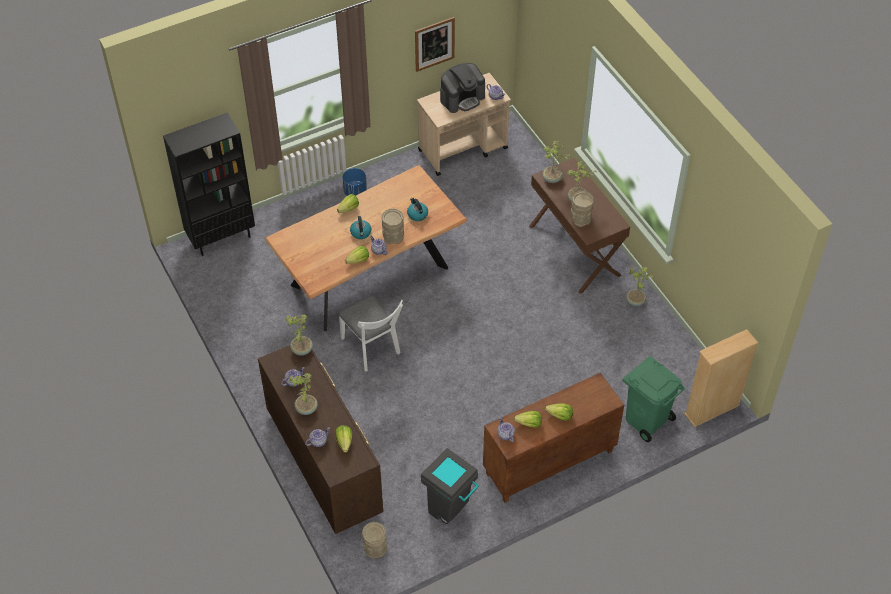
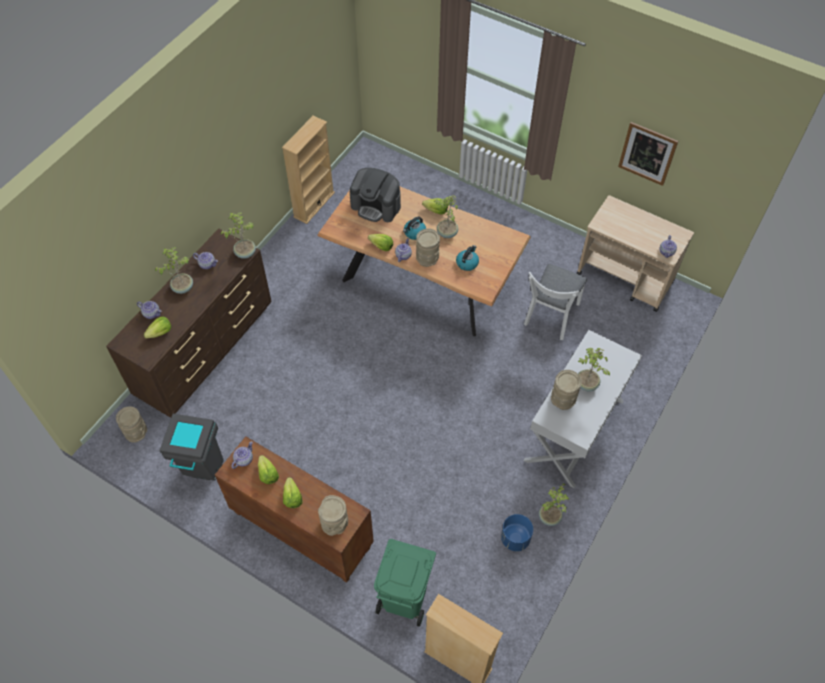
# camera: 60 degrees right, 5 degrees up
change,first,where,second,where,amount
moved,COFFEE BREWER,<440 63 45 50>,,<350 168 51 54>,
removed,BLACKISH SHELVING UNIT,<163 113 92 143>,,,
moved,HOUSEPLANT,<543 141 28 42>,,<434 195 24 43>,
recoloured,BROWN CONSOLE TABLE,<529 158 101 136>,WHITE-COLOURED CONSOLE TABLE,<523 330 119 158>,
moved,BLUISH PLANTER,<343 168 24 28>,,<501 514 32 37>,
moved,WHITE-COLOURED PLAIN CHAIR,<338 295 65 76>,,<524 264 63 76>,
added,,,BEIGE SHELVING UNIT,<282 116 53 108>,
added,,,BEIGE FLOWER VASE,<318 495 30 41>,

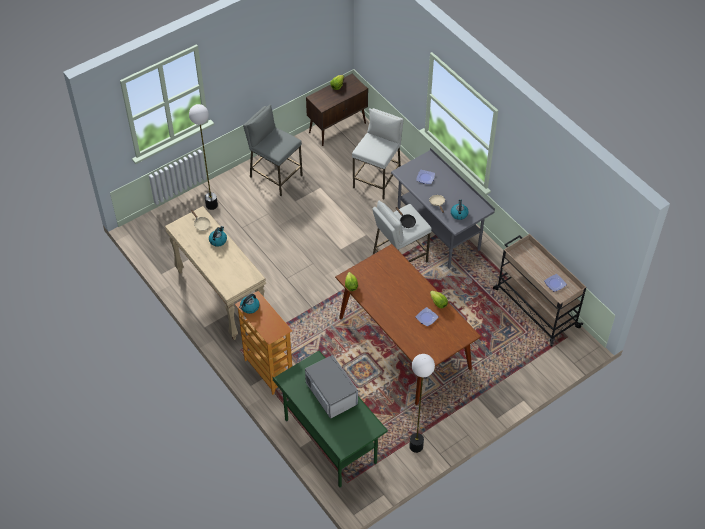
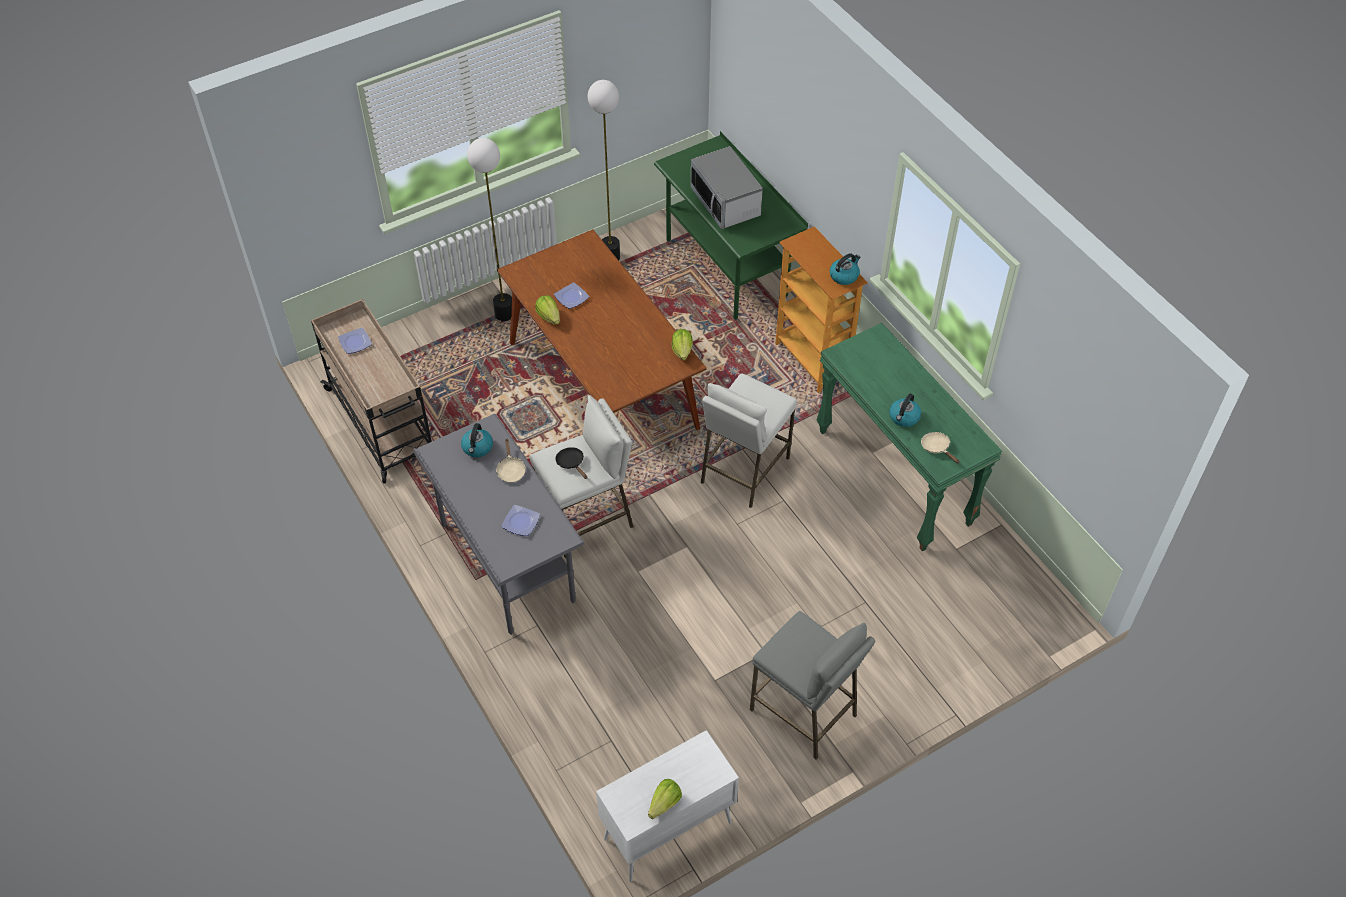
# camera: 175 degrees left, 0 degrees up
change,first,where,second,where,amount
recoloured,BROWN STORAGE CABINET,<306 74 62 72>,WHITE-COLOURED STORAGE CABINET,<596 730 143 152>,
moved,STANDARD LAMP,<189 104 29 106>,,<467 138 45 183>,
moved,WHITE-COLOURED STOOL,<352 108 52 92>,,<701 373 96 135>,
recoloured,BEIGE CONSOLE TABLE,<165 206 101 134>,GREEN CONSOLE TABLE,<817 323 185 229>,

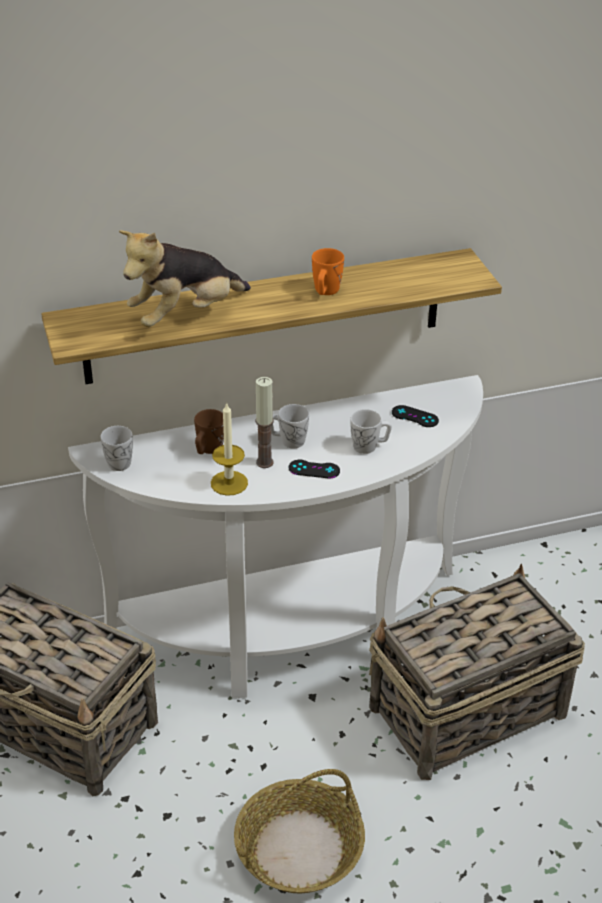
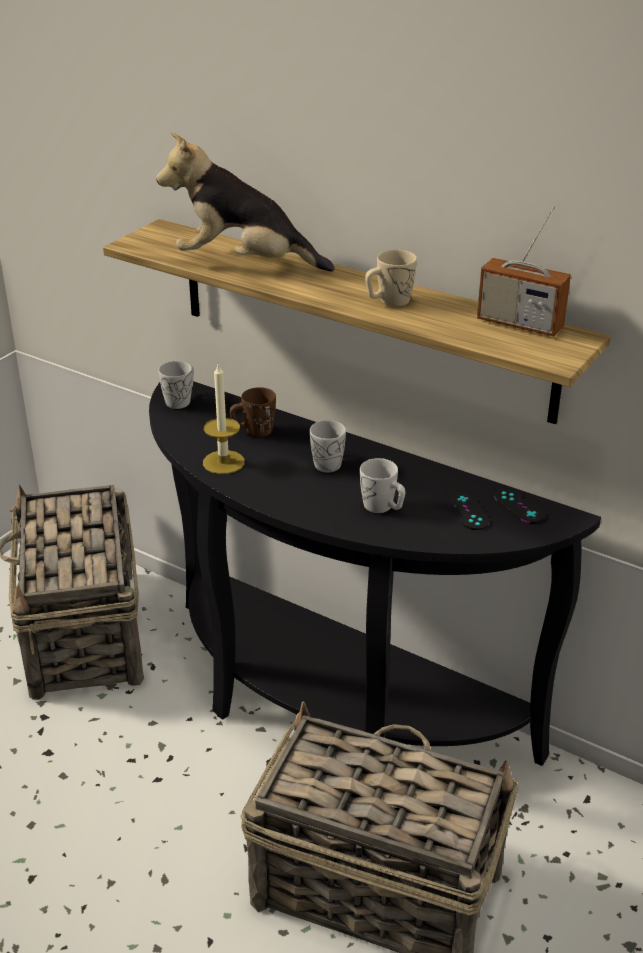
# camera: 50 degrees right, 5 degrees down
change,first,where,second,where,amount
recoloured,ORANGEY COFFEE MUG,<312 248 32 47>,BEIGE COFFEE MUG,<365 250 52 56>,
recoloured,WHITE-COLOURED CONSOLE TABLE,<68 375 415 324>,BLACKISH CONSOLE TABLE,<149 381 452 385>,
removed,CANDLE,<255 377 19 91>,,,
moved,BLACKISH JOYPAD,<289 460 51 18>,,<494 488 51 35>,
removed,BASKET,<234 769 131 125>,,,
added,,,RADIO RECEIVER,<477 206 94 130>,

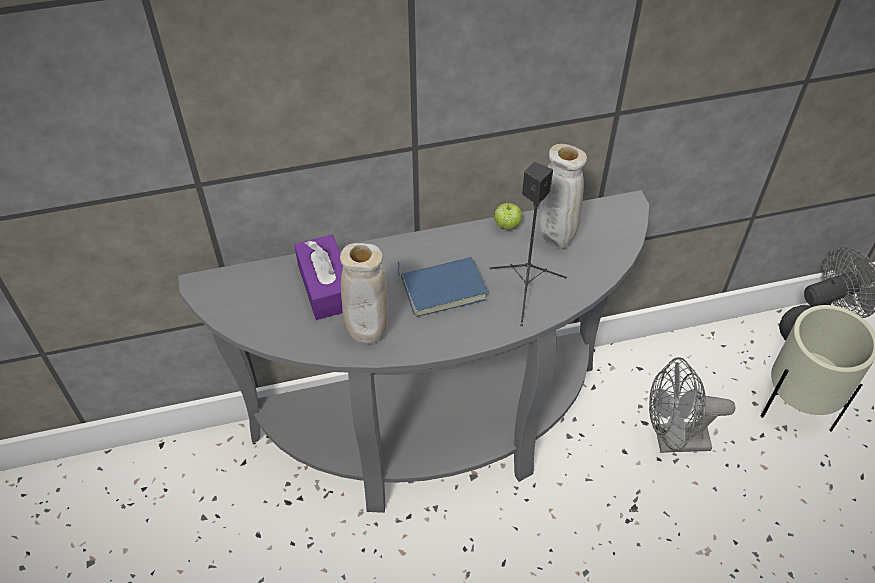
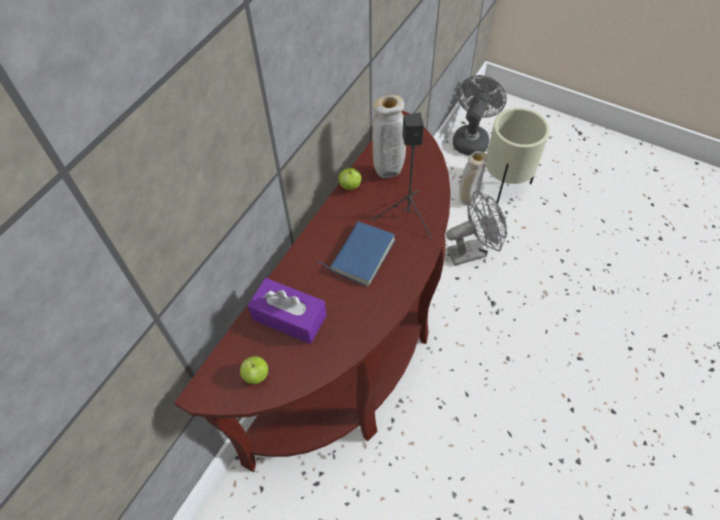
# camera: 45 degrees left, 5 degrees up
change,first,where,second,where,amount
recoloured,GREY CONSOLE TABLE,<178 190 472 323>,BROWN CONSOLE TABLE,<174 111 277 361>,
moved,BEIGE FLOWER VASE,<340 243 48 101>,,<459 151 28 54>,
turned,GREY COOLING FAN,<649 357 86 96>,,<446 190 61 76>,150 degrees counterclockwise
added,,,APPLE,<240 356 28 28>,

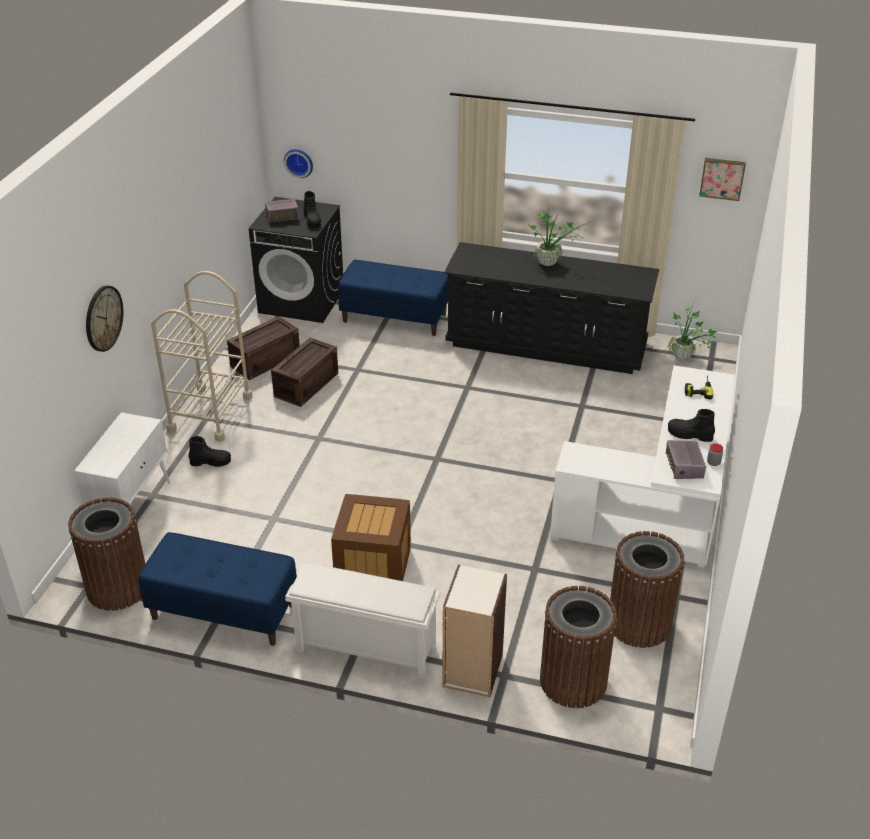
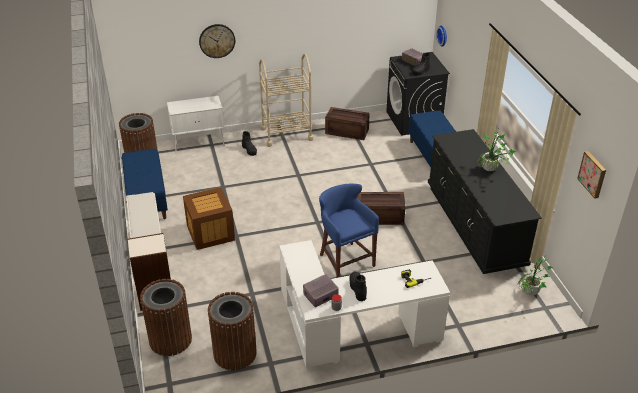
# camera: 60 degrees right, 0 degrees up
change,first,where,second,where,amount
moved,PACKING CRATE,<271 338 67 69>,,<358 192 48 33>,
added,,,BLUISH STOOL,<319 184 60 94>,

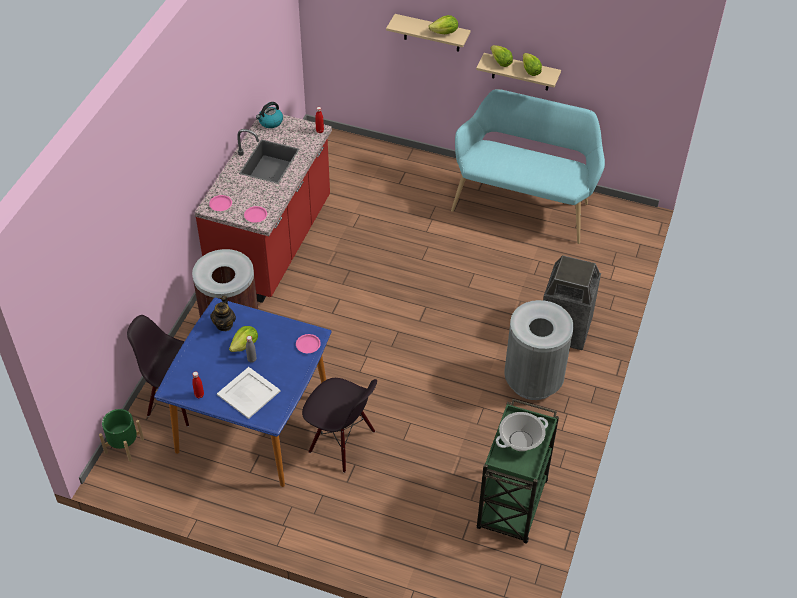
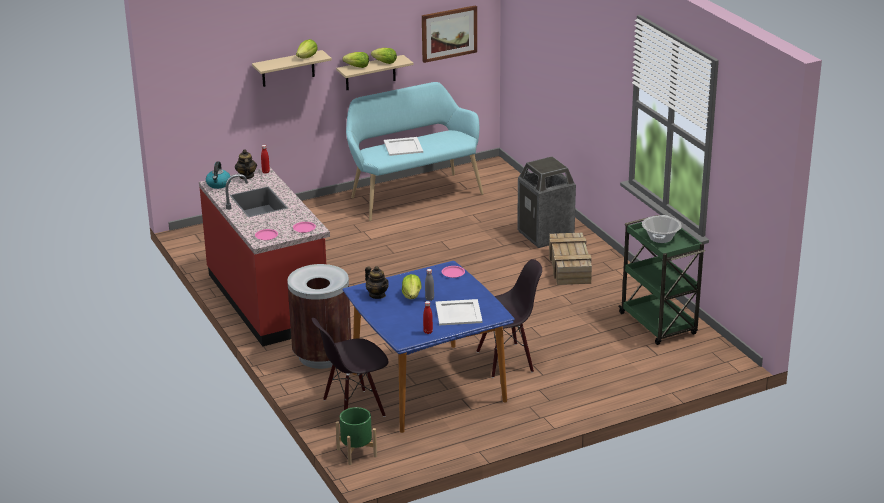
# camera: 45 degrees left, 20 degrees down
change,first,where,second,where,amount
replaced,GREY WASTE BIN,<504 300 70 100>,PACKING CRATE,<549 233 43 52>,
added,,,WALL PICTURE,<422 5 55 58>,
added,,,WHITE-COLOURED SERVING TRAY,<384 137 39 19>,
added,,,POT FOR TEA,<235 149 22 30>,

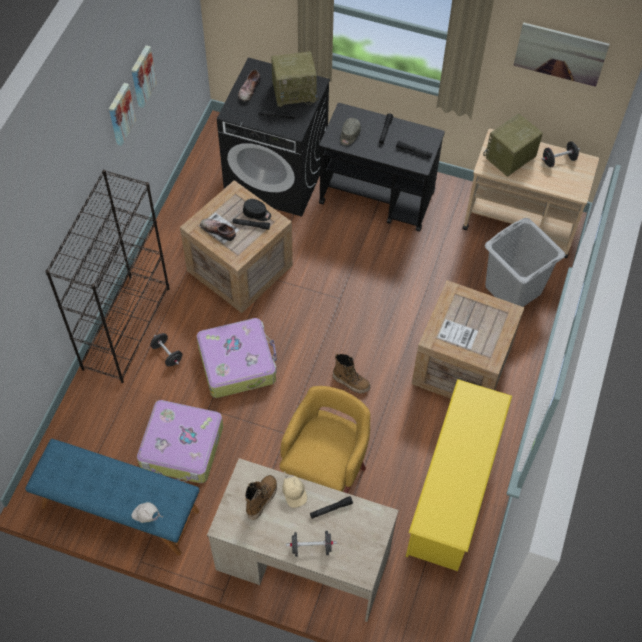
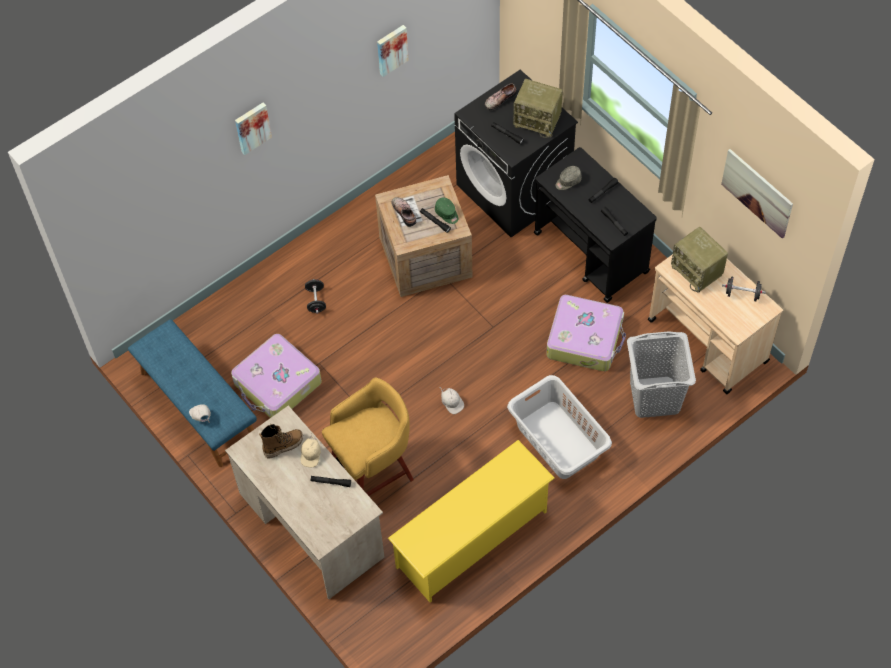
# camera: 35 degrees right, 0 degrees up
change,first,where,second,where,amount
moved,WALL PICTURE,<109 83 27 63>,,<235 103 37 52>,
turned,RADIO RECEIVER,<483 113 60 64>,,<671 227 57 65>,120 degrees counterclockwise
removed,BLACKISH SHELVING UNIT,<45 170 125 213>,,,
recoloured,BLACKISH CAP,<243 199 28 22>,GREEN CAP,<435 198 23 26>,
replaced,PACKING CRATE,<412 280 113 119>,GREY HAMPER,<507 375 105 104>,
moved,PIECE OF LUGGAGE,<197 318 80 80>,,<546 295 80 76>,
replaced,BOOT,<333 353 37 40>,WHITE-COLOURED CAP,<439 387 25 27>,
removed,BLACKISH DUMBBELL,<286 531 51 26>,,,

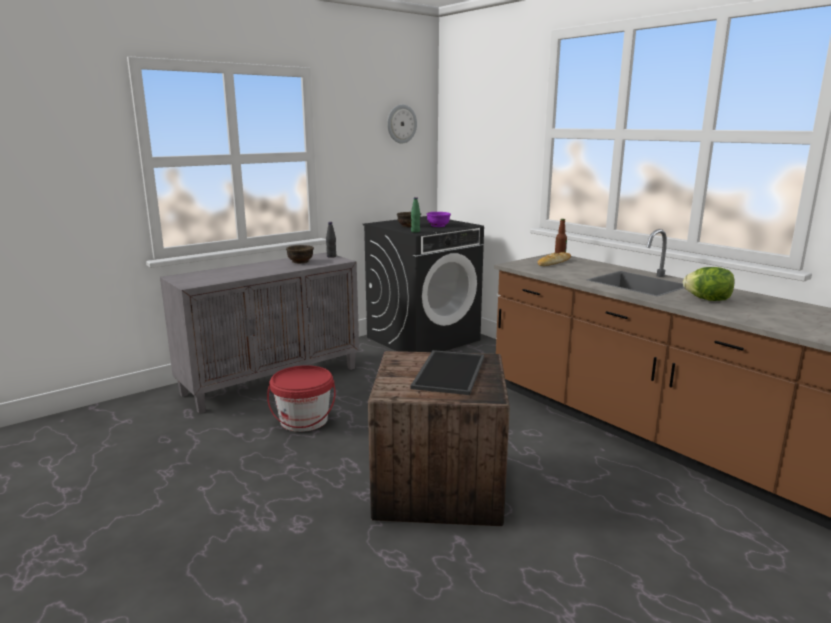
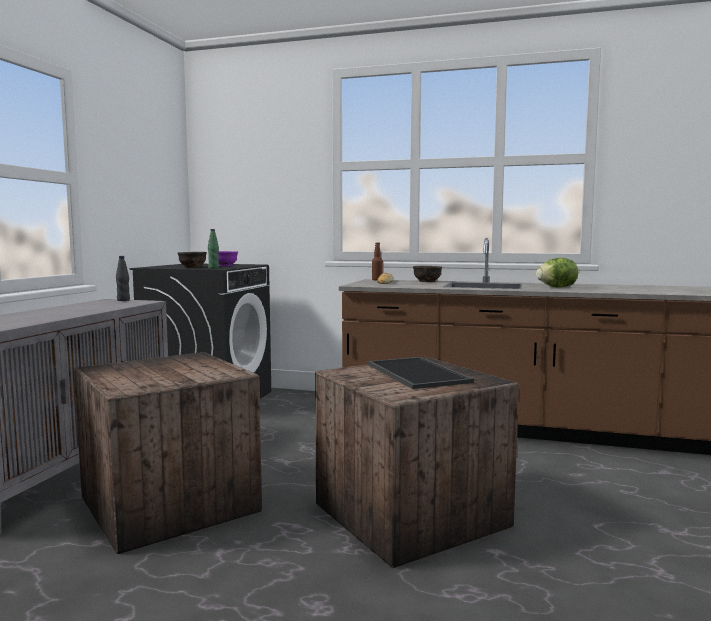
# camera: 35 degrees left, 10 degrees down
change,first,where,second,where,amount
removed,CLOCK ON THE WALL,<387 104 30 39>,,,
moved,BROWN SERVING BOWL,<286 245 28 18>,,<413 266 29 16>,
replaced,RED-COLOURED WATER BUCKET,<267 365 68 67>,PACKING CRATE,<74 352 188 202>,

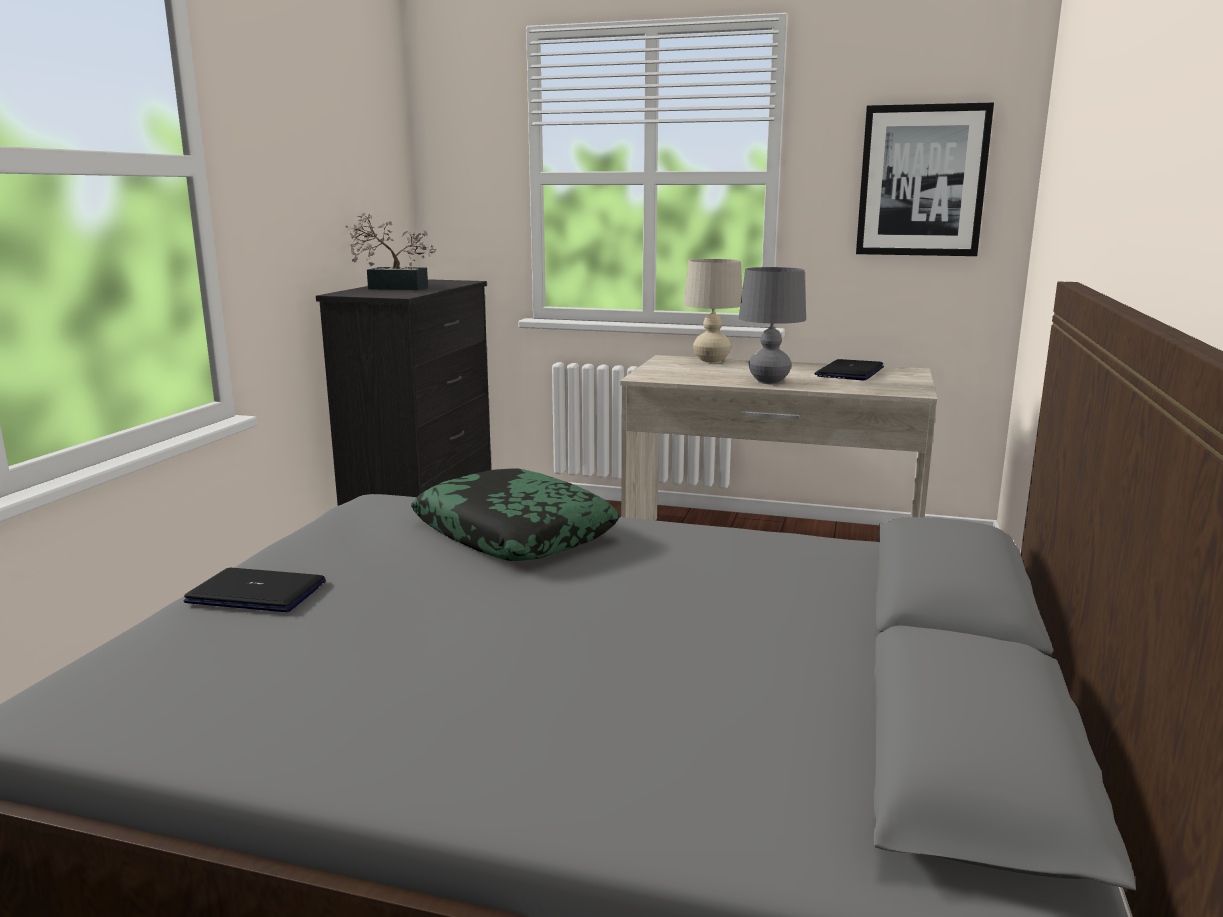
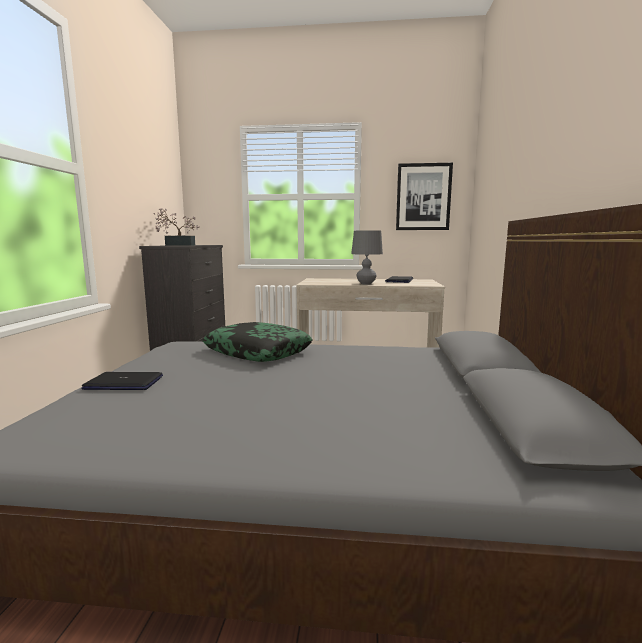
# camera: 10 degrees left, 5 degrees down
change,first,where,second,where,amount
removed,BEIGE TABLETOP LAMP,<683 259 59 104>,,,

